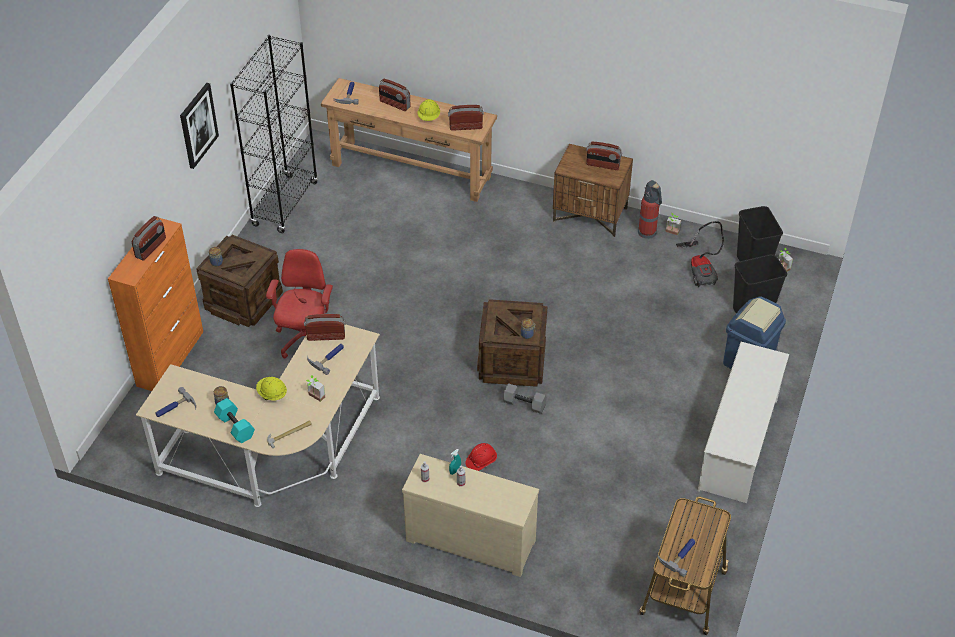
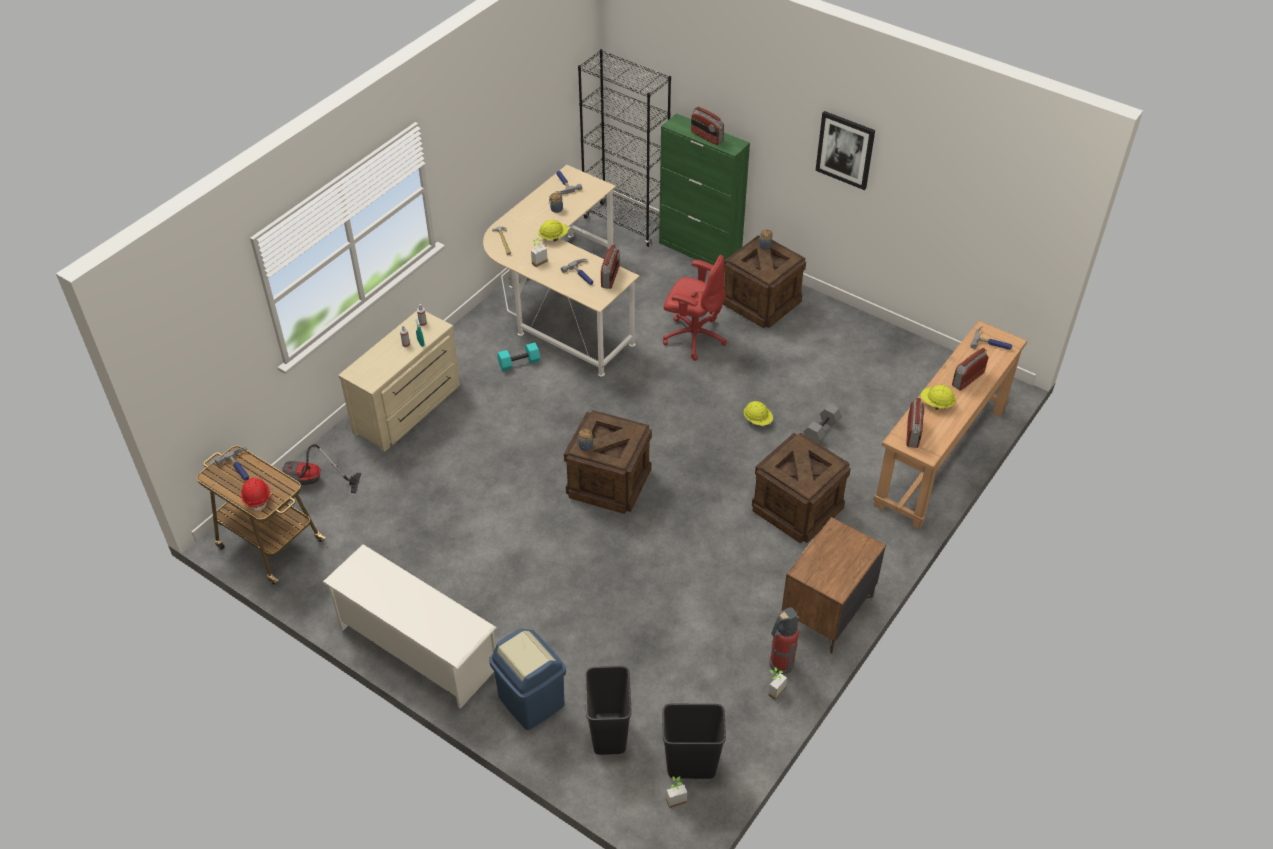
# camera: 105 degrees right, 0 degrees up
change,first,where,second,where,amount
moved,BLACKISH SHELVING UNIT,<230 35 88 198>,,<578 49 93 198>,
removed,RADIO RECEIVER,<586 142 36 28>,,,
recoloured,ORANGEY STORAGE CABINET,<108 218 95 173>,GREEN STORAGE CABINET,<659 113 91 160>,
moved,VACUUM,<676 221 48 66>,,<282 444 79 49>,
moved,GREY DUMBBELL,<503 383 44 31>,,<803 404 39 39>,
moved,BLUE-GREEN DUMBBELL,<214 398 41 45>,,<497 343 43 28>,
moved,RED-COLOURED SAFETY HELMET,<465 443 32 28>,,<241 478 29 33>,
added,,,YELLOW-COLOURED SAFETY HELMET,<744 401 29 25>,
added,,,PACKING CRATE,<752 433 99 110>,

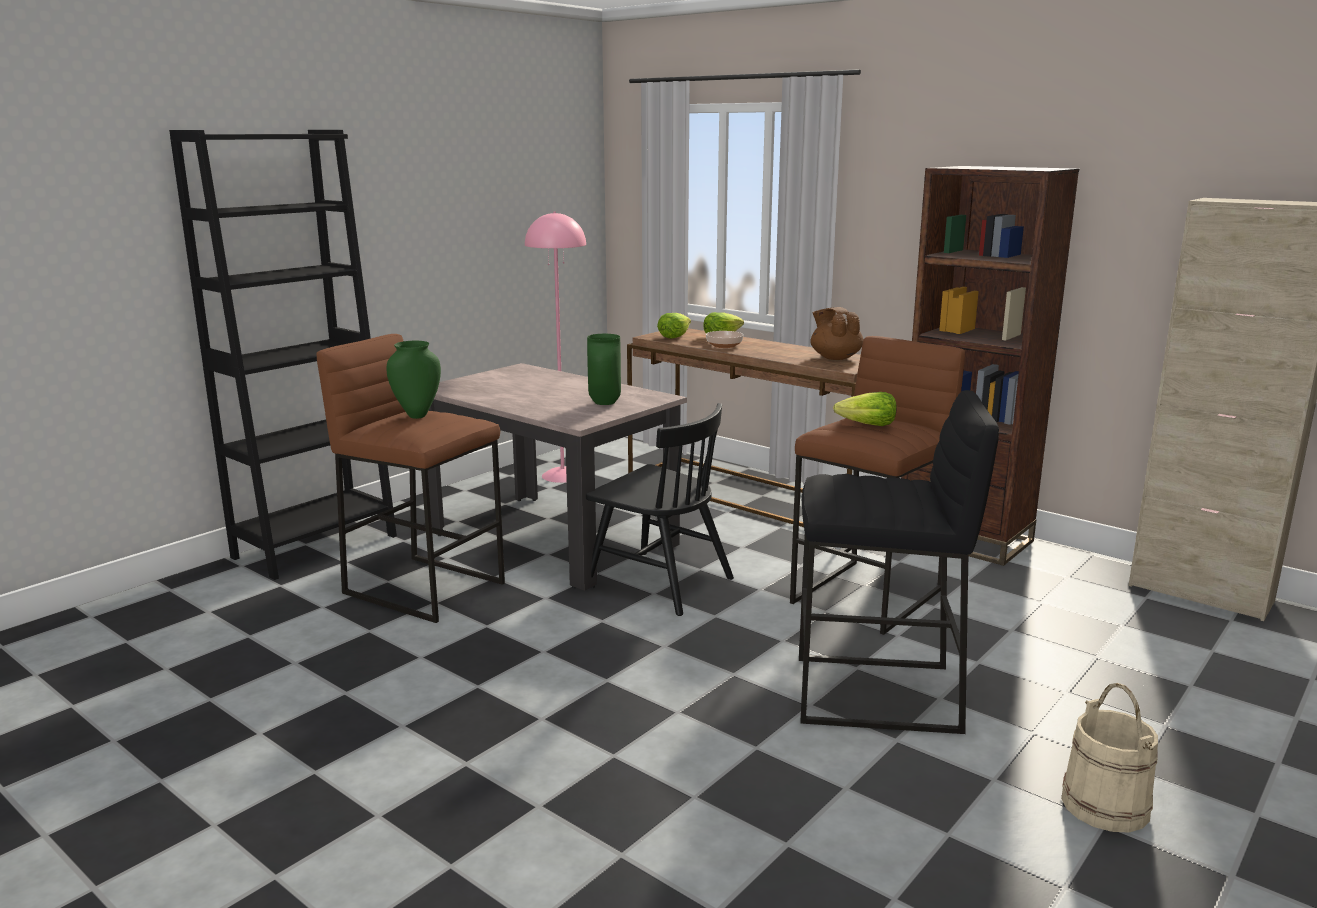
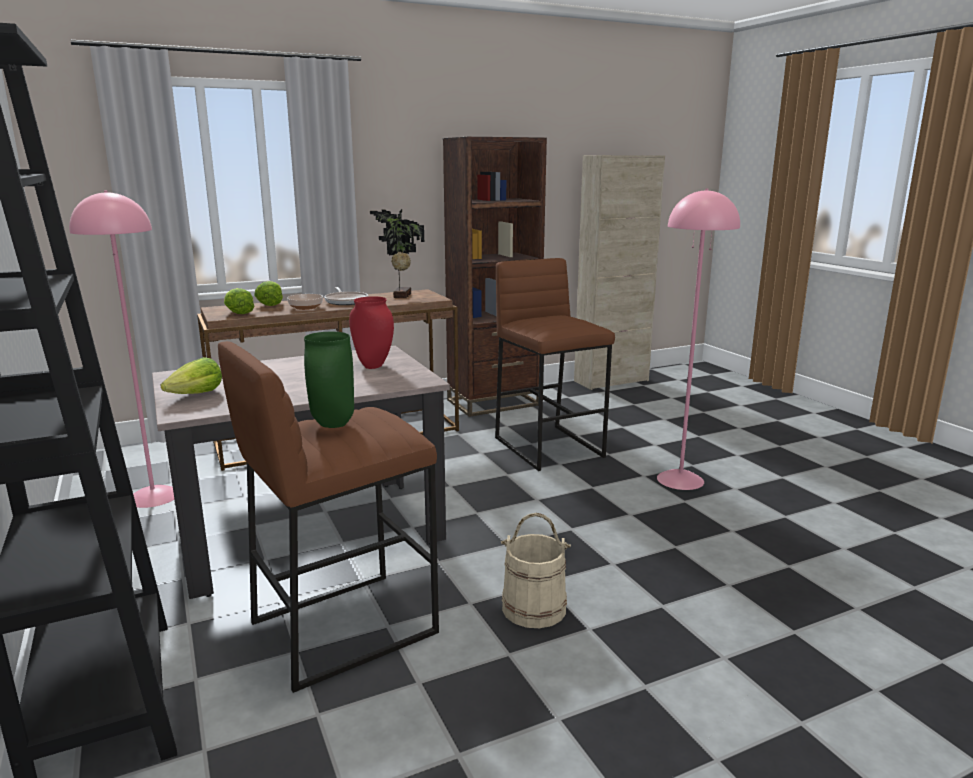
# camera: 65 degrees left, 0 degrees up
change,first,where,second,where,amount
replaced,BROWN POT FOR TEA,<810 307 53 53>,HOUSEPLANT,<370 209 54 89>,
recoloured,GREEN FLOWER VASE,<587 334 34 71>,RED-COLOURED FLOWER VASE,<349 296 45 73>,
replaced,BLACKISH STOOL,<799 390 200 344>,PINK-COLOURED STANDARD LAMP,<657 188 83 302>,
moved,HEAD OF LETTUCE,<833 392 64 34>,,<161 357 61 37>,
removed,BLACKISH PLAIN CHAIR,<586 403 148 213>,,,
moved,BEIGE WATER BUCKET,<1061 683 97 150>,,<501 513 70 115>,
added,,,SKILLET,<324 287 44 18>,

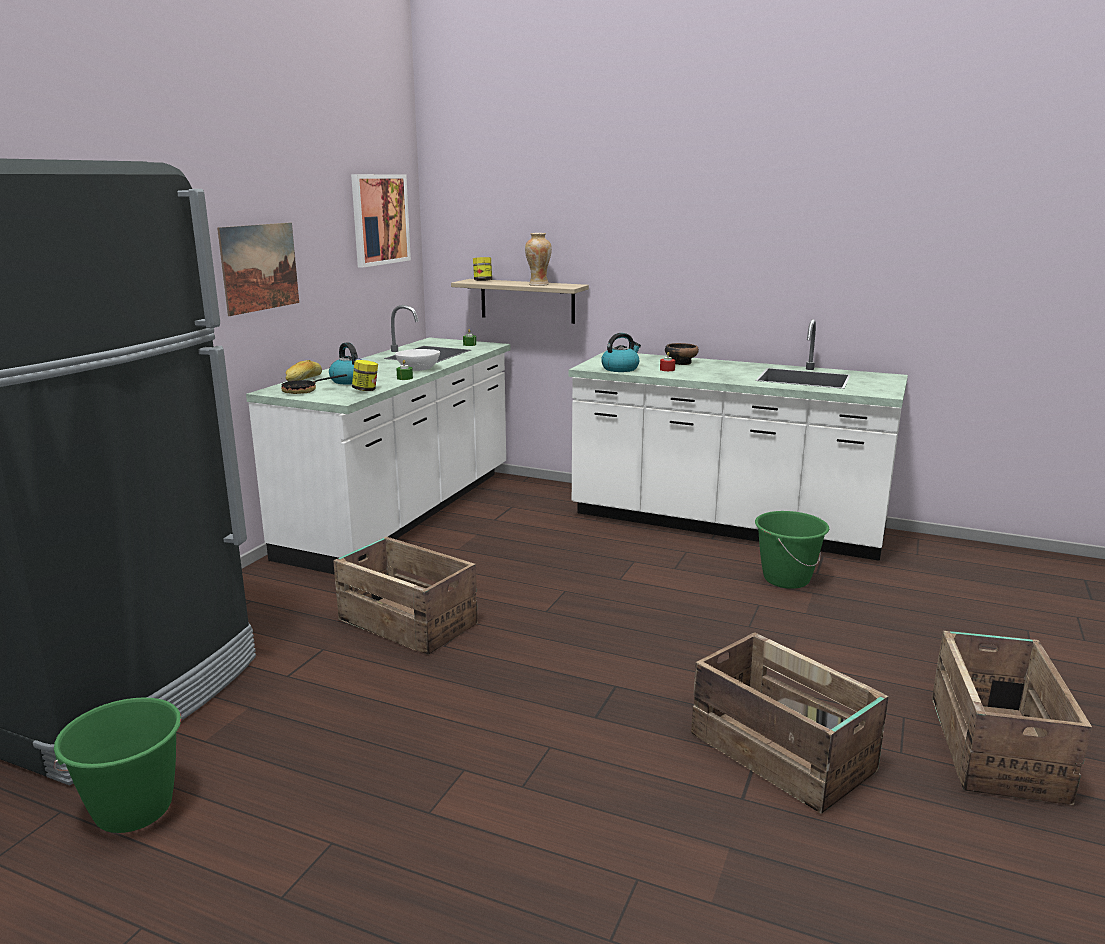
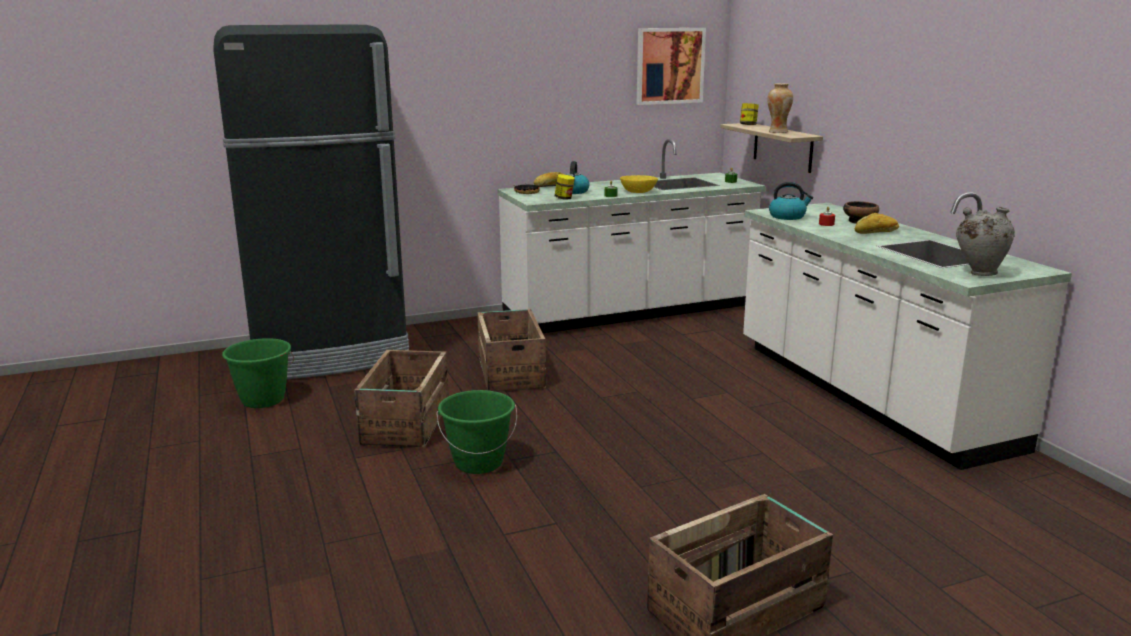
# camera: 45 degrees right, 0 degrees up
change,first,where,second,where,amount
removed,WALL PICTURE,<217 223 82 93>,,,
recoloured,WHITE-COLOURED SERVING BOWL,<395 349 45 22>,YELLOW-COLOURED SERVING BOWL,<620 175 38 18>,
moved,GREEN WATER BUCKET,<755 511 74 78>,,<436 390 81 84>,
moved,PACKING CRATE,<691 632 198 182>,,<354 350 95 97>,
added,,,GREY FLOWER VASE,<956 207 59 69>,
added,,,BAKED BREAD,<855 213 44 21>,

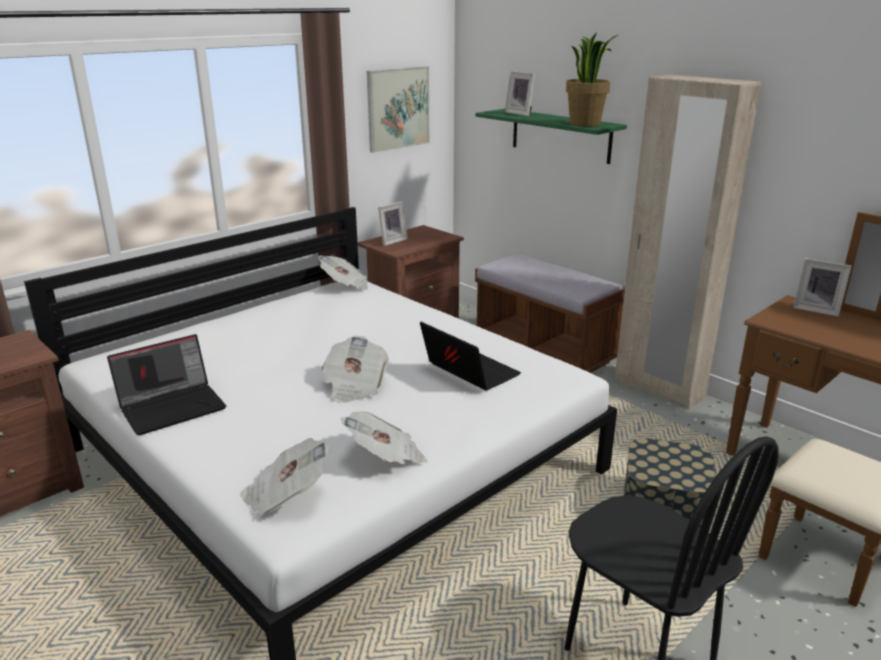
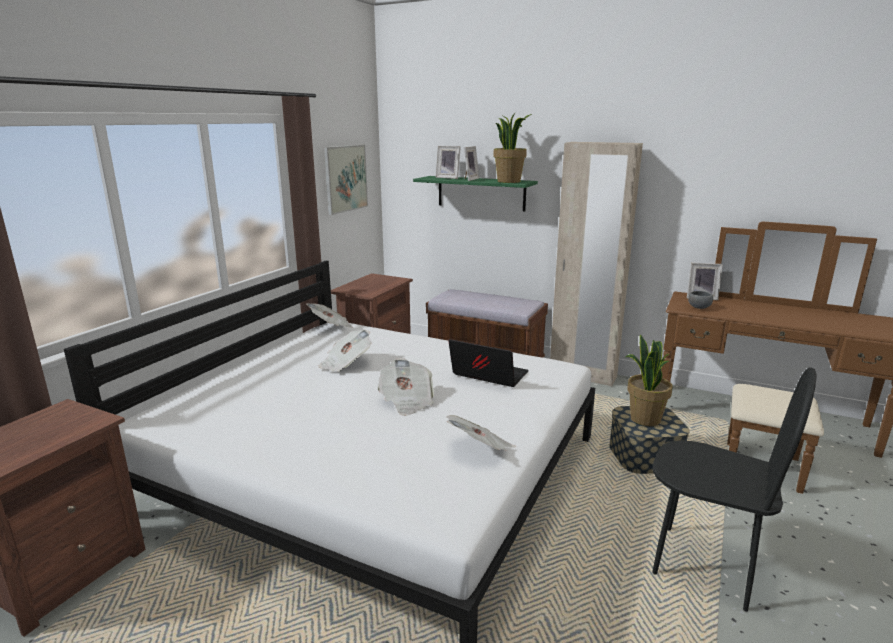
# camera: 20 degrees left, 5 degrees down
change,first,where,second,where,amount
moved,PICTURE FRAME,<378 201 30 45>,,<464 146 15 35>,
removed,LAPTOP,<107 334 119 101>,,,
moved,DAILY PAPER,<240 438 90 79>,,<318 330 53 42>,
added,,,GREY SERVING BOWL,<688 291 25 18>,
added,,,HOUSEPLANT,<625 334 48 92>,

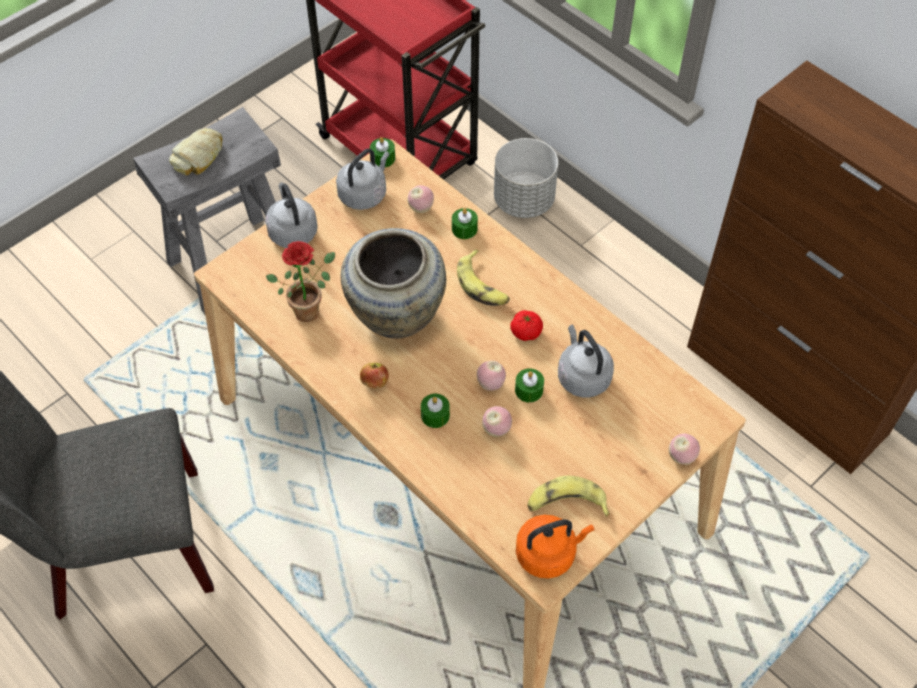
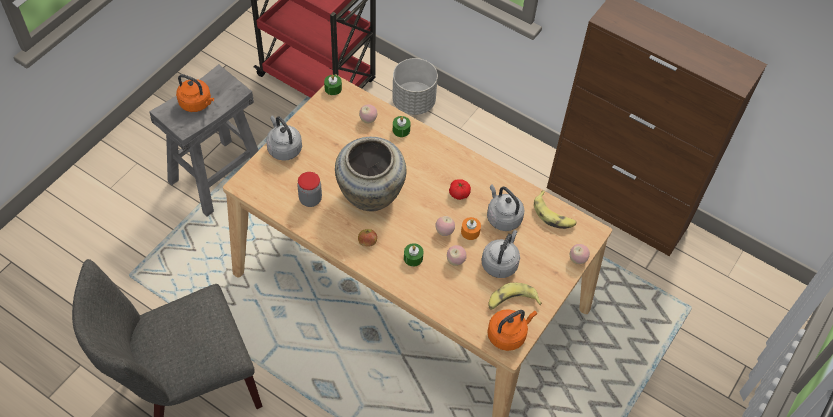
# camera: 15 degrees left, 0 degrees up
change,first,where,second,where,amount
replaced,BAKED BREAD,<169 128 53 47>,ORANGEY TEA KETTLE,<176 74 38 38>,
moved,GREY TEA KETTLE,<336 149 54 61>,,<482 230 38 48>,
replaced,HOUSEPLANT,<266 241 69 81>,STORAGE JAR,<297 172 25 35>,
moved,BANANA,<457 249 53 57>,,<534 191 43 38>,
recoloured,GREEN CANDLE,<515 368 29 34>,ORANGEY CANDLE,<461 217 20 23>,

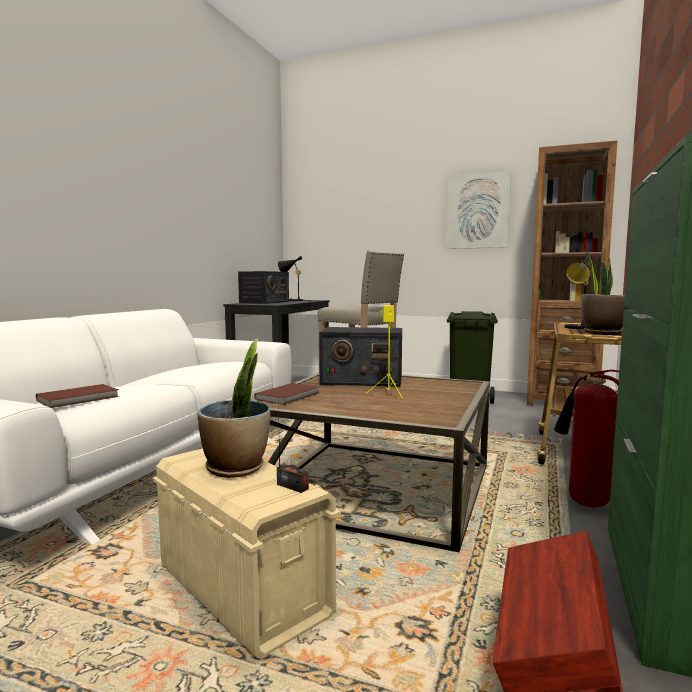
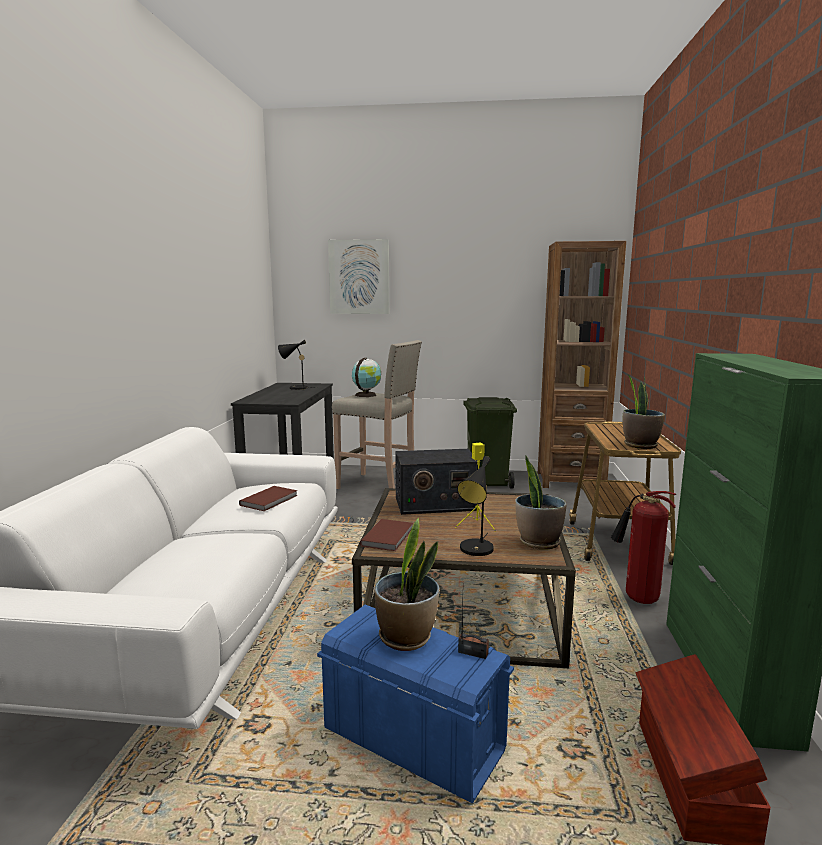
# camera: 15 degrees left, 5 degrees up
change,first,where,second,where,amount
moved,WALL PICTURE,<446 171 65 78>,,<328 239 61 75>,
moved,BLACKISH TABLETOP LAMP,<565 255 27 74>,,<457 456 37 100>,
removed,RADIO RECEIVER,<238 271 51 33>,,,
moved,BROWN VOLUME,<36 384 83 24>,,<239 486 59 25>,
recoloured,BEIGE STORAGE BOX,<152 448 189 211>,BLUISH STORAGE BOX,<317 605 197 198>,
added,,,GLOBE,<352 358 29 39>,
added,,,HOUSEPLANT,<515 455 51 95>,

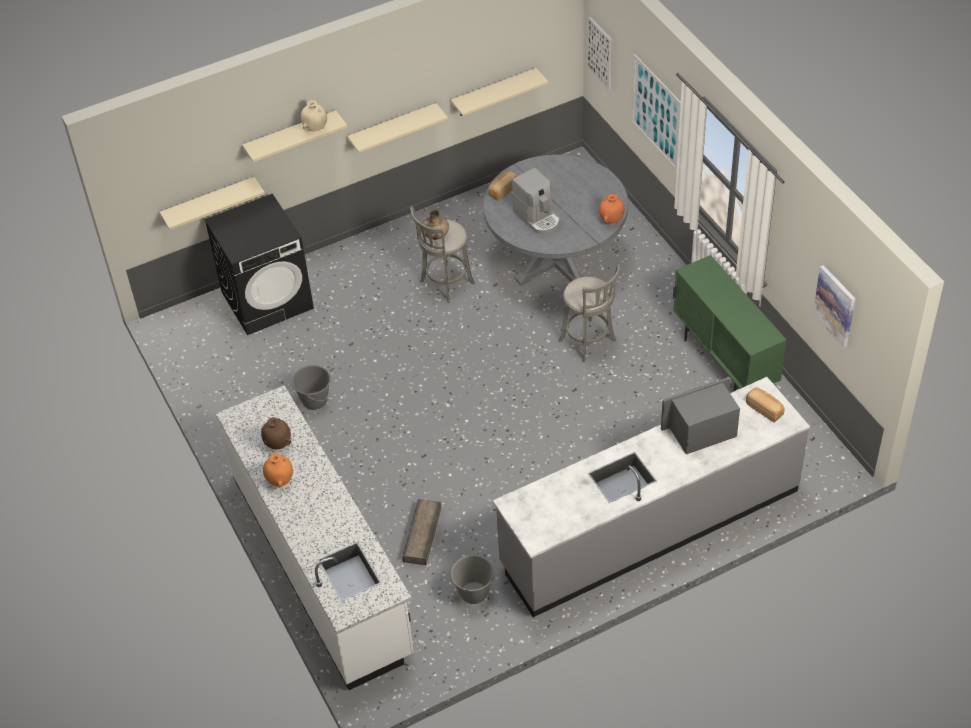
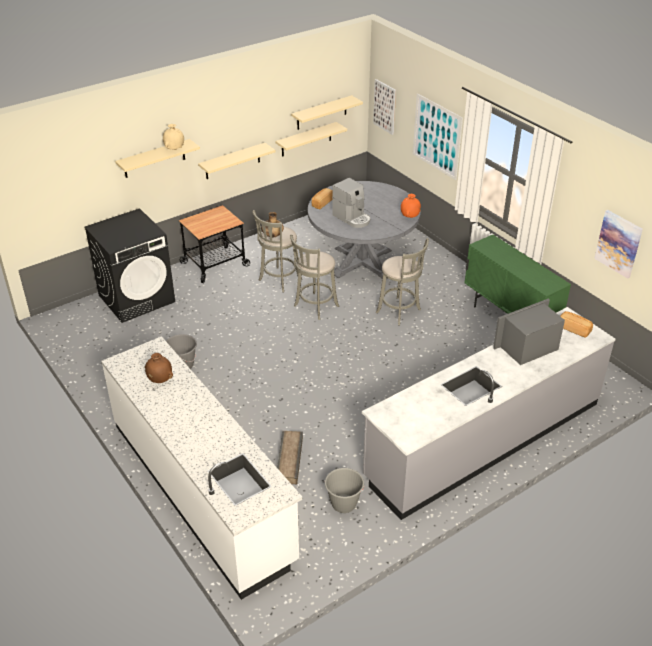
# camera: 10 degrees left, 10 degrees down
change,first,where,second,where,amount
moved,BEIGE SHELF,<160 177 105 53>,,<291 95 72 35>,
removed,ORANGEY FLOWER VASE,<263 454 30 33>,,,
added,,,TROLLEY,<179 205 71 78>,
added,,,GREY STOOL,<290 234 49 86>,

